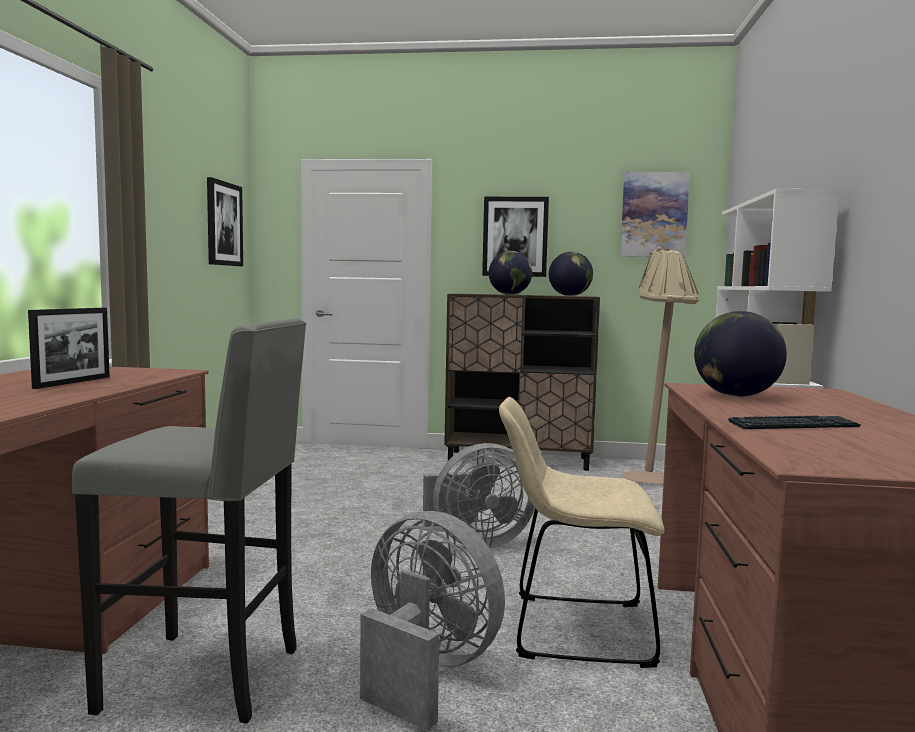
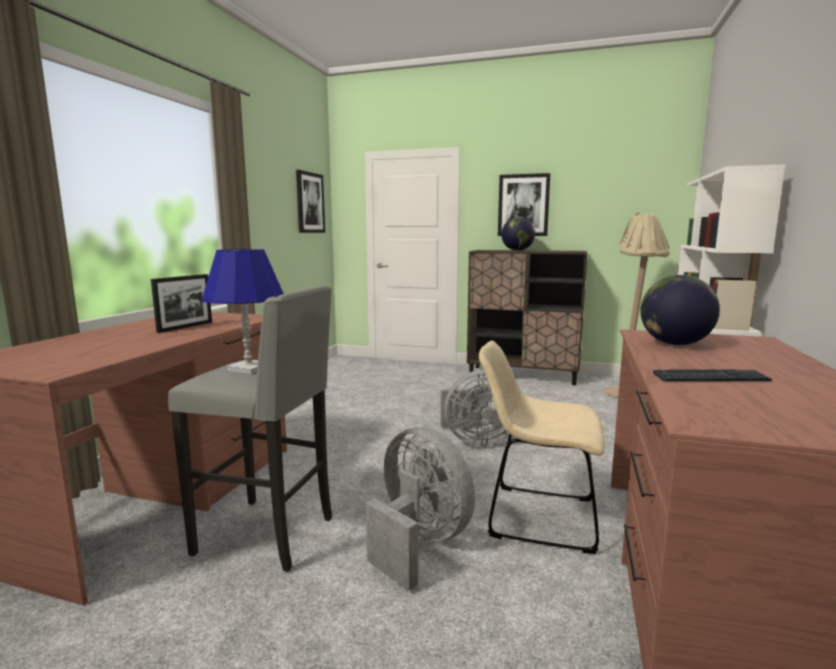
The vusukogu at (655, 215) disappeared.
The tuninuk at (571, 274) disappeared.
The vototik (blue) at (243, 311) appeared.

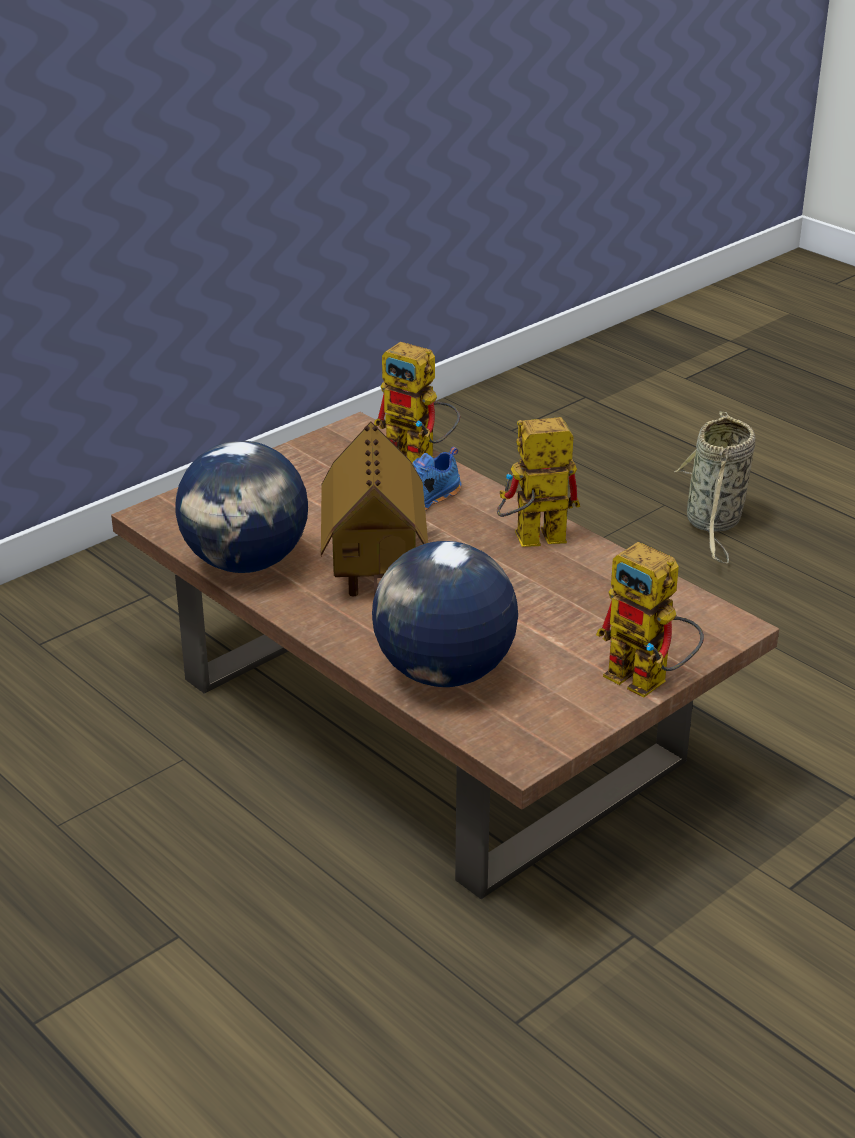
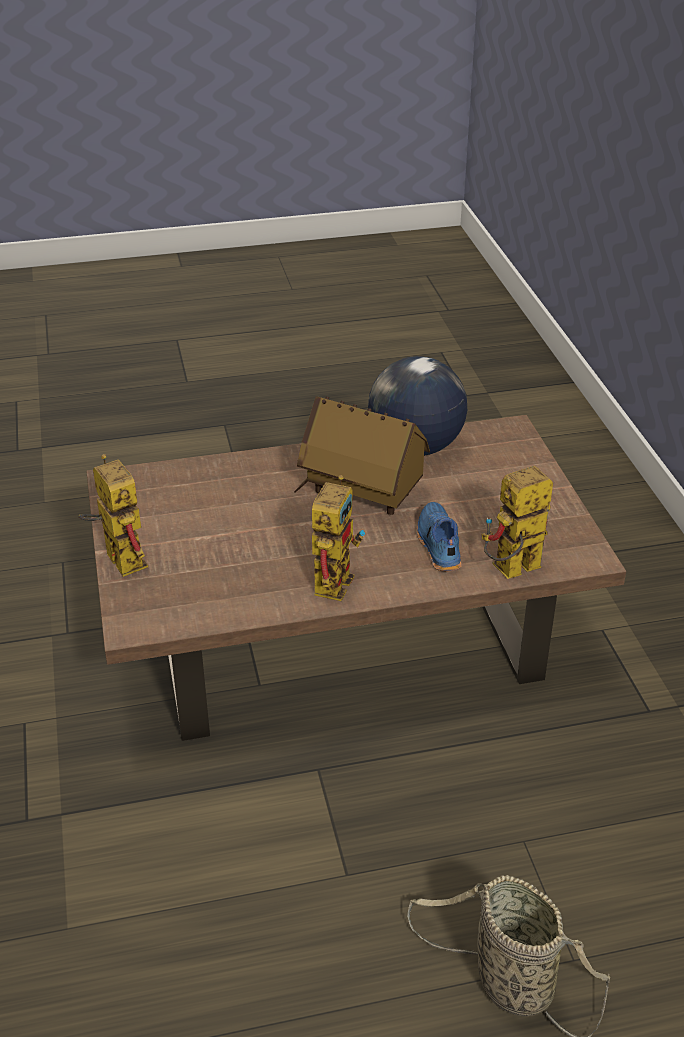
The tuninuk at (445, 614) disappeared.
The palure at (650, 620) turned 75 degrees clockwise.

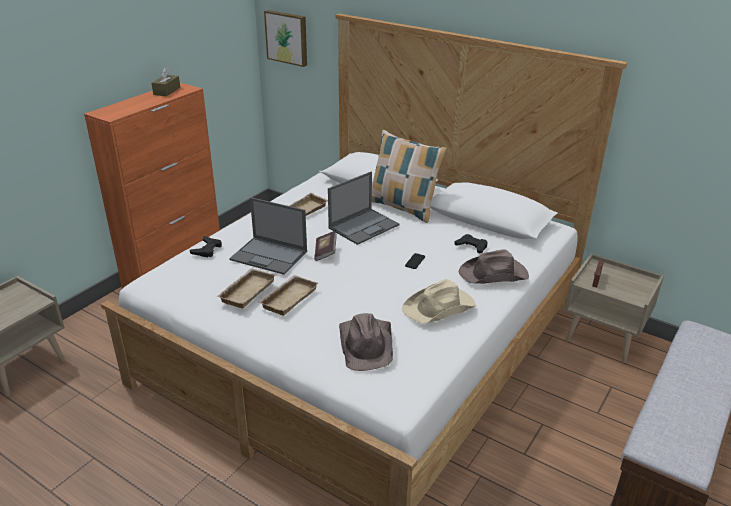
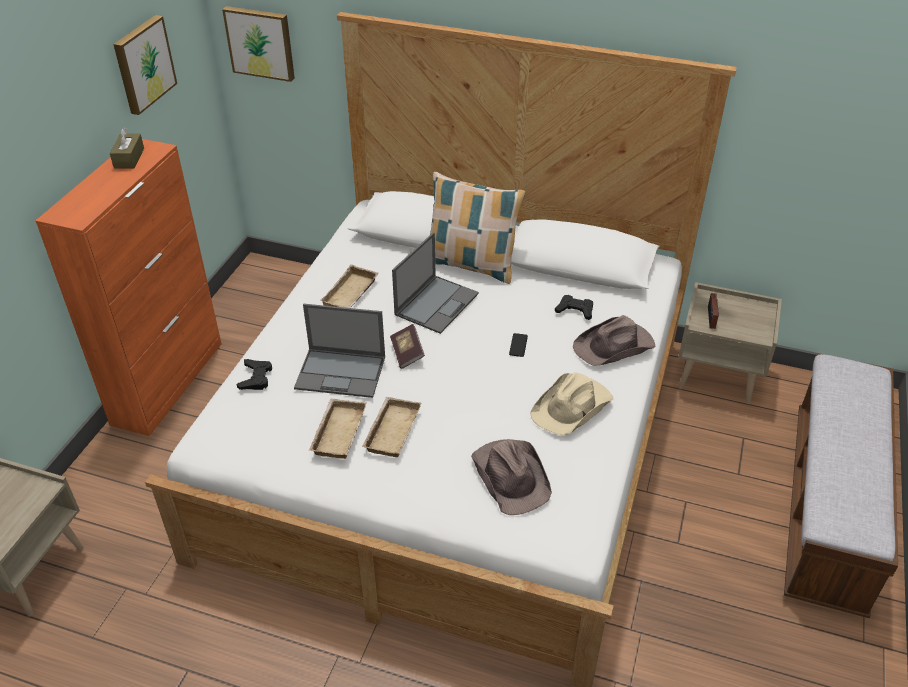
The vusukogu at (145, 65) appeared.

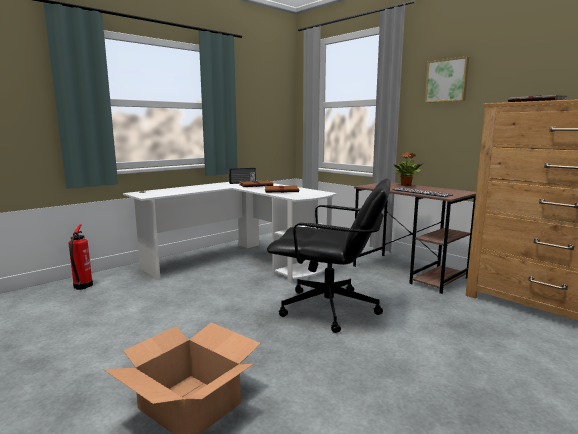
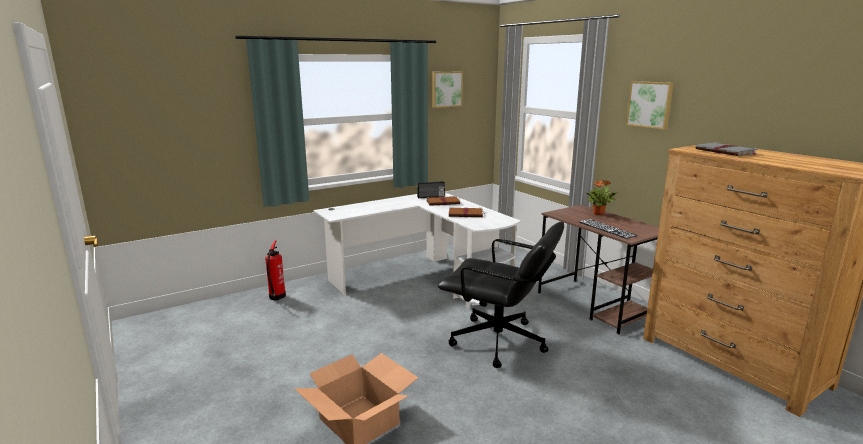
The vusukogu at (447, 90) appeared.

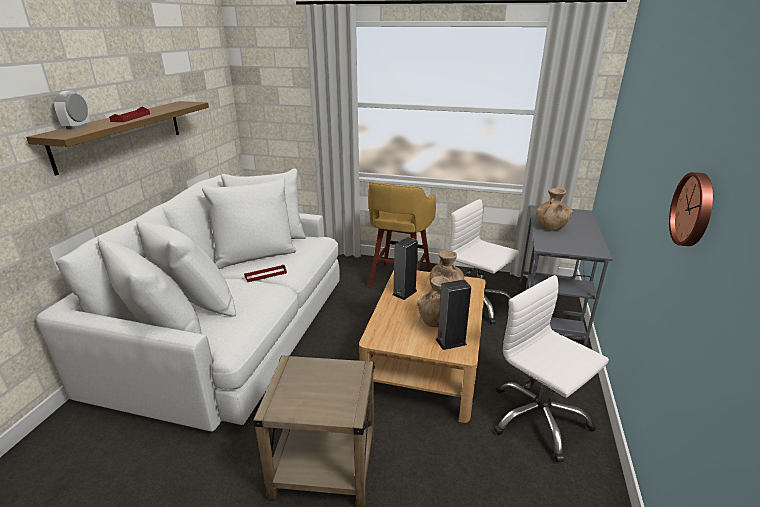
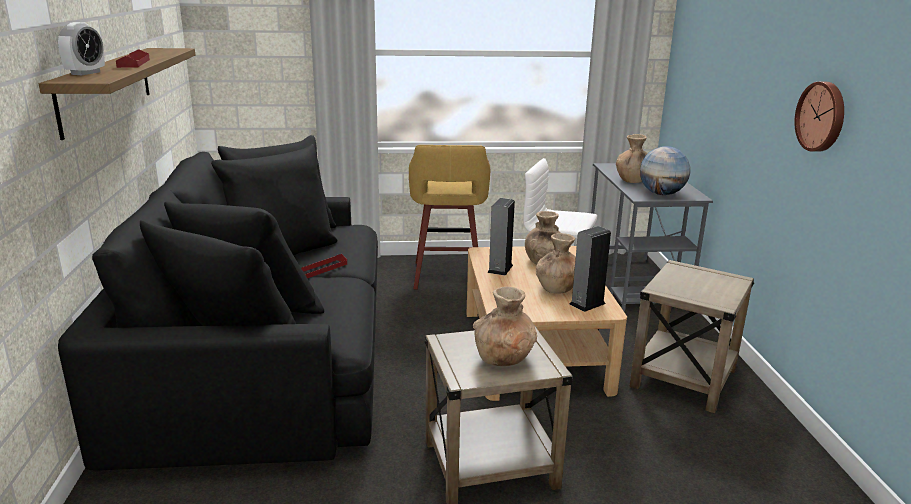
The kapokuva at (72, 110) turned 150 degrees counterclockwise.
The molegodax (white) at (188, 299) became the molegodax (black) at (218, 302).
The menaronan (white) at (551, 368) was replaced by the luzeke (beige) at (692, 336).
The tuninuk at (665, 170) appeared.
The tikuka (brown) at (505, 326) appeared.

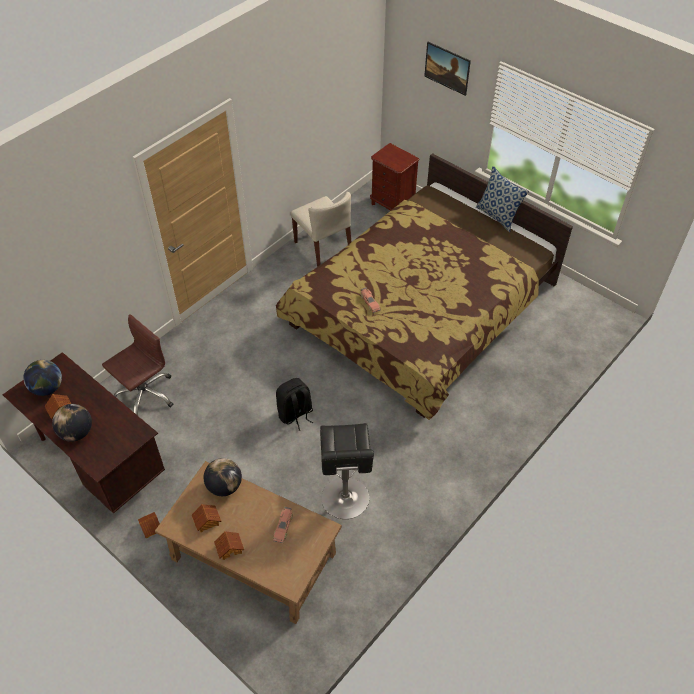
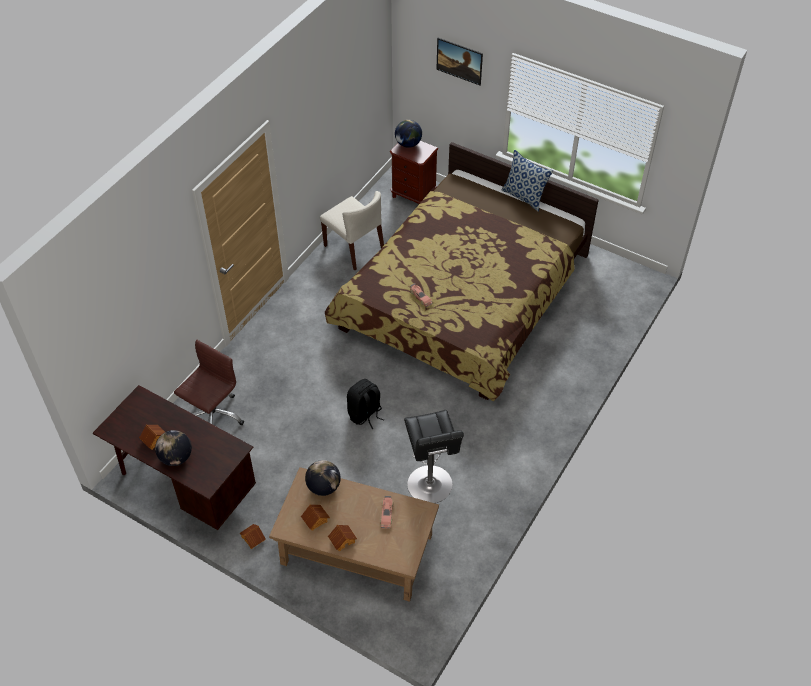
The tuninuk moved from (42, 378) to (408, 134).

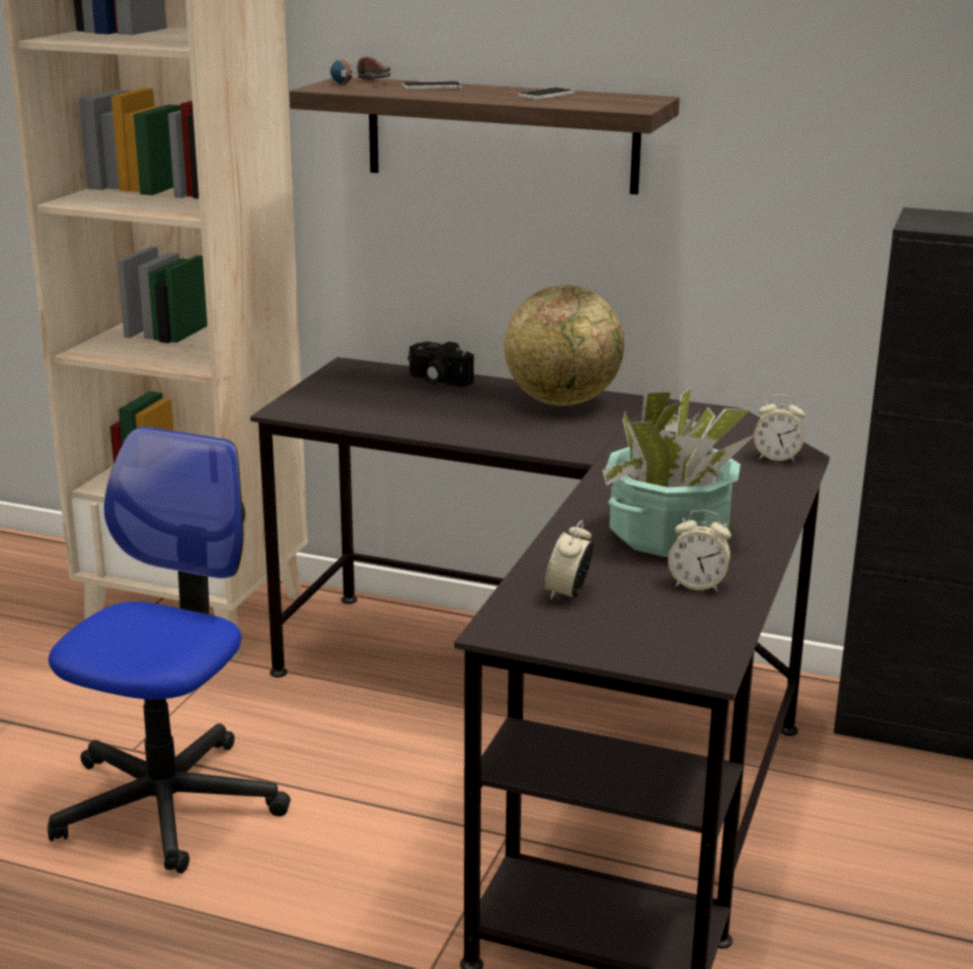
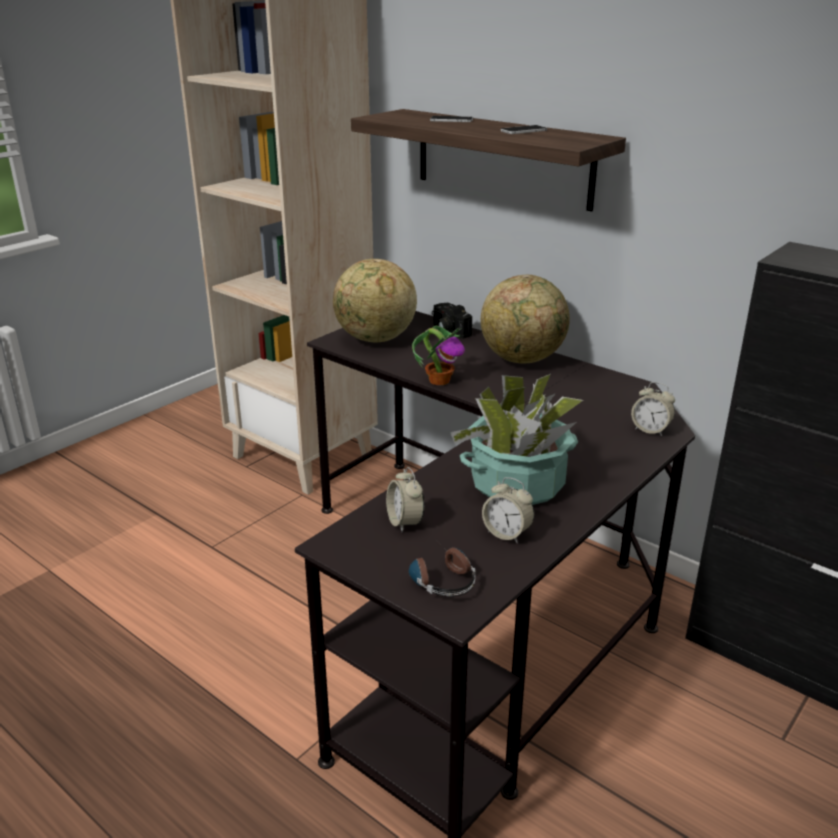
The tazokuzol moved from (360, 70) to (442, 568).
The menaronan at (169, 649) disappeared.
The kapokuva at (569, 560) turned 60 degrees counterclockwise.
The tuninuk at (375, 300) appeared.
The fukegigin at (438, 355) appeared.

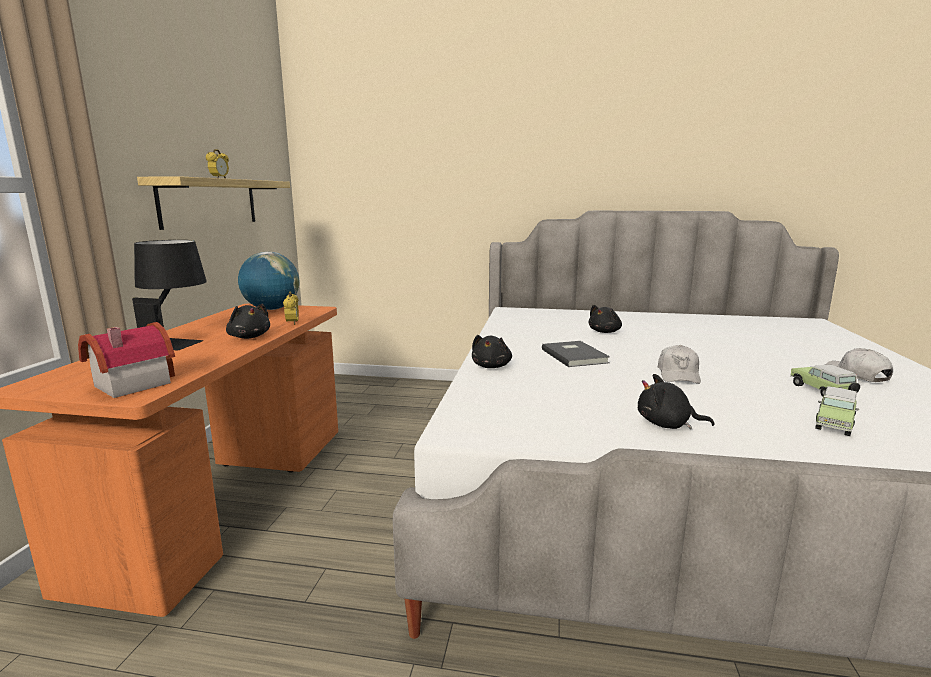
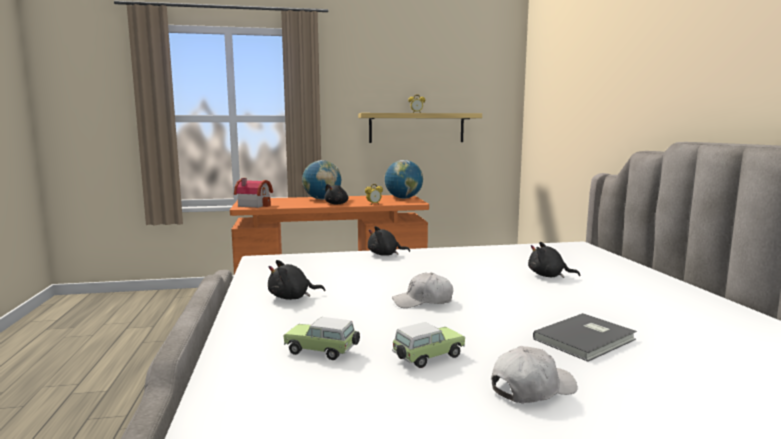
The vototik (black) at (169, 295) was replaced by the tuninuk at (321, 180).
The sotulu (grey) moved from (576, 354) to (585, 337).
The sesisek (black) at (676, 401) turned 105 degrees counterclockwise.

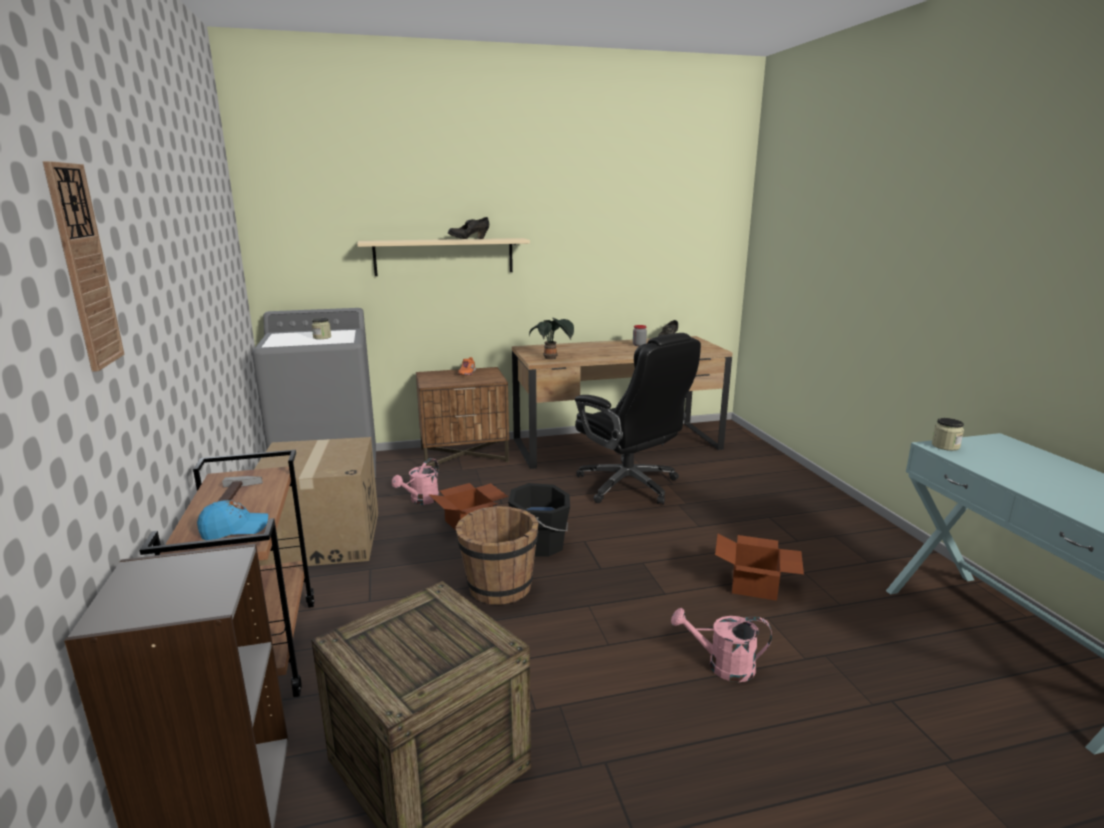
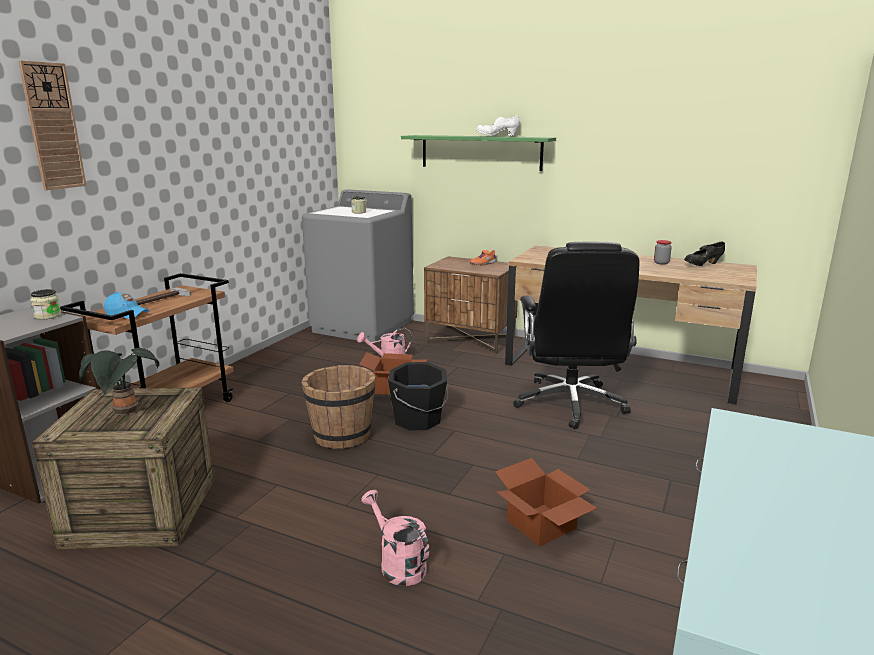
The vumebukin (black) at (468, 228) became the vumebukin (white) at (498, 126).
The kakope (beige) at (443, 257) became the kakope (green) at (478, 153).
The fukegigin moved from (551, 338) to (119, 381).
The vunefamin moved from (948, 434) to (45, 304).
The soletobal at (316, 501) disappeared.

